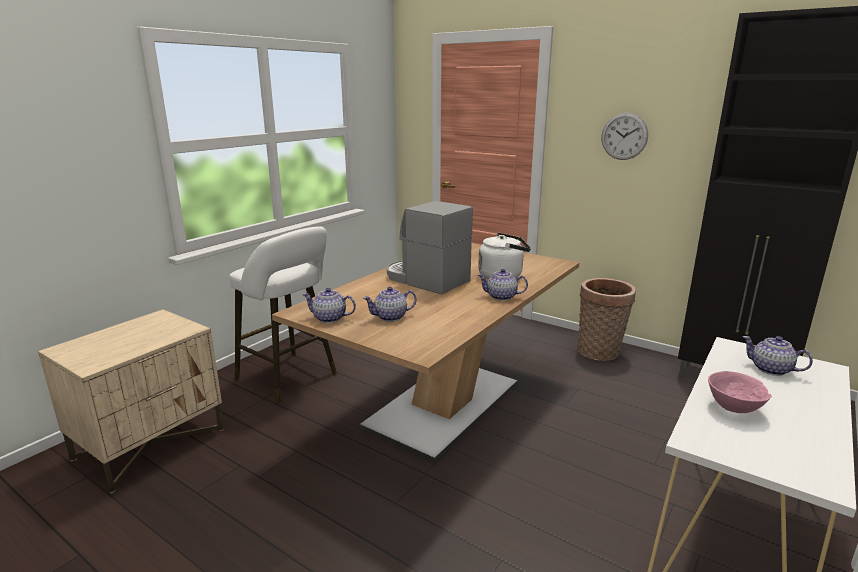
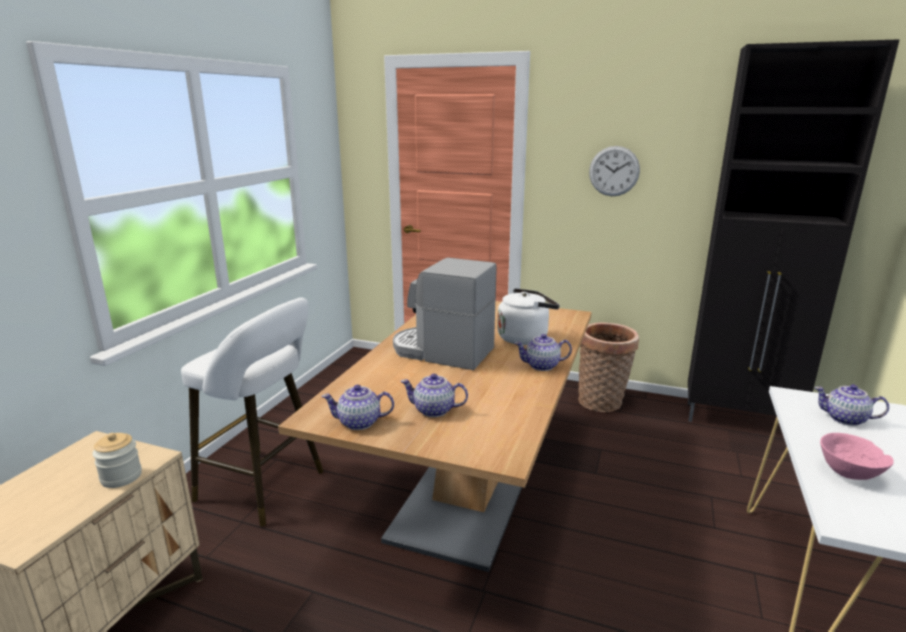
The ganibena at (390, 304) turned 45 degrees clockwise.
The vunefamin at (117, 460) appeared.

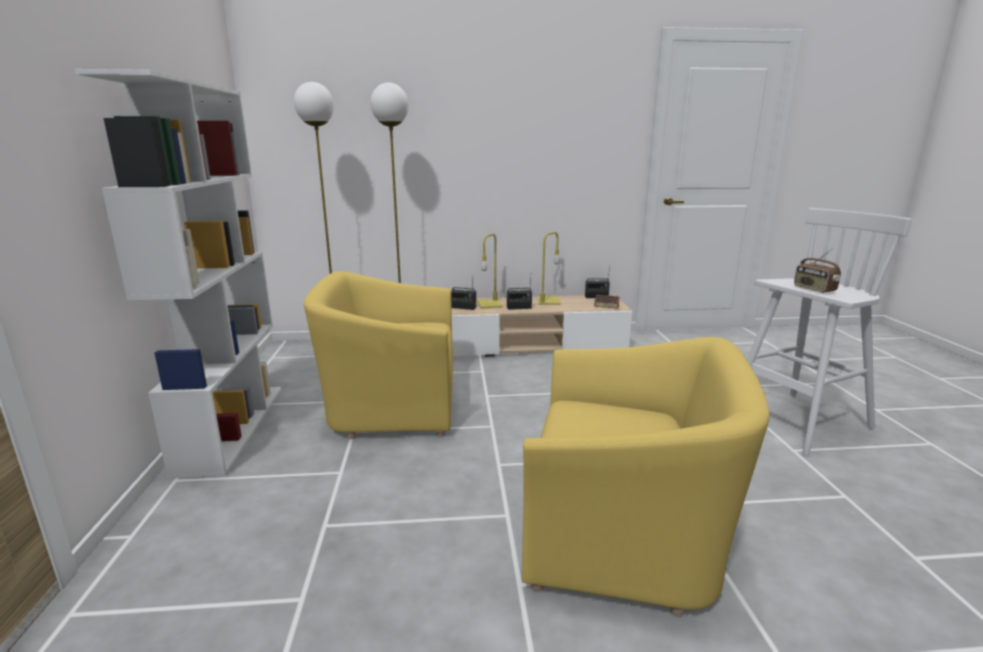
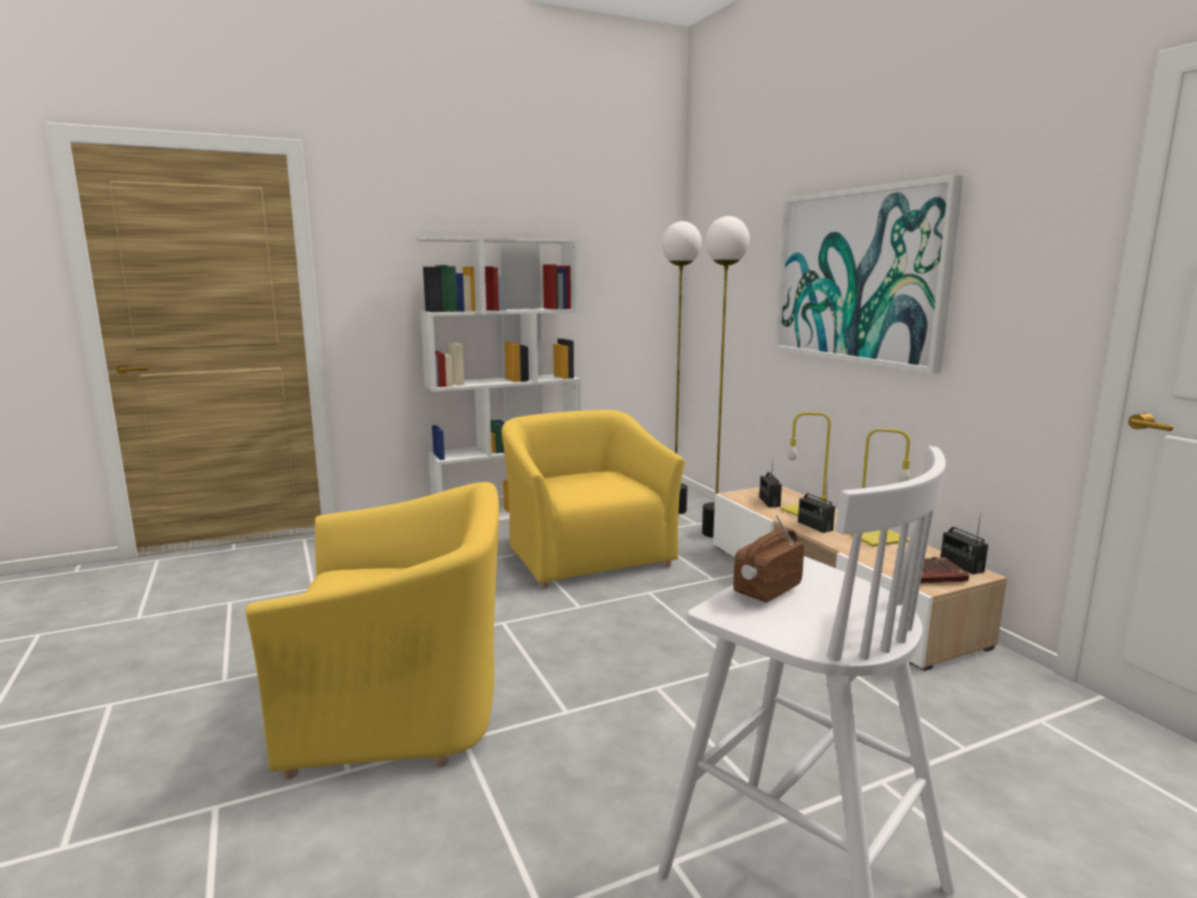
The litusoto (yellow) at (646, 477) turned 90 degrees counterclockwise.
The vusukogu at (869, 274) appeared.

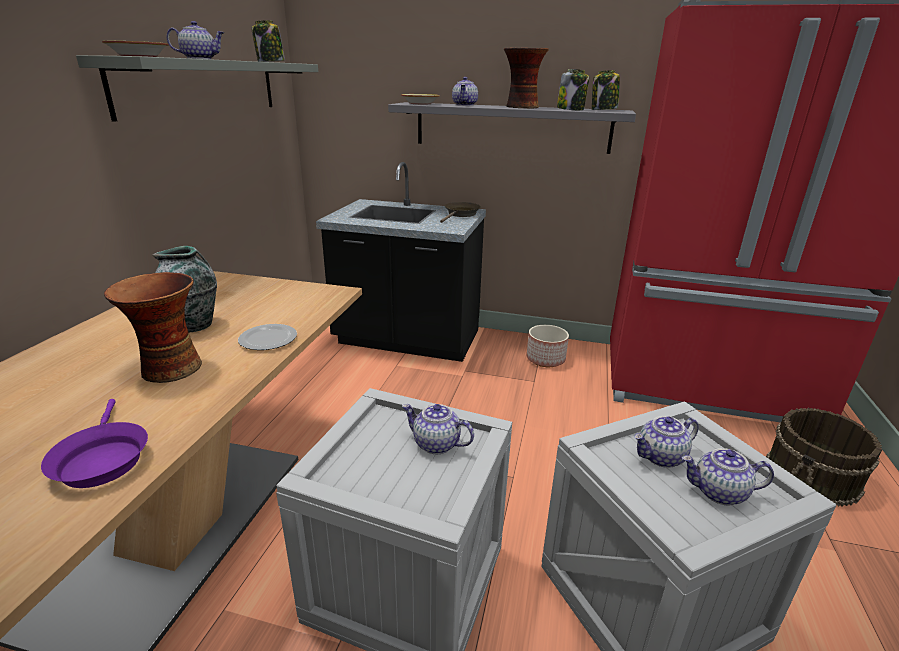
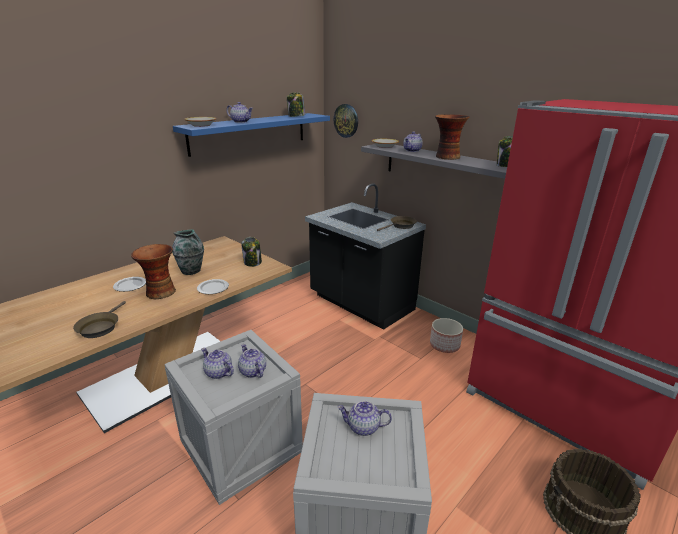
The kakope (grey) at (197, 88) became the kakope (blue) at (251, 135).
The vunefamin moved from (573, 89) to (251, 252).
The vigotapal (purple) at (94, 443) became the vigotapal (brown) at (99, 319).
The ganibena moved from (728, 476) to (217, 363).
The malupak at (346, 121) appeared.
The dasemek at (129, 284) appeared.

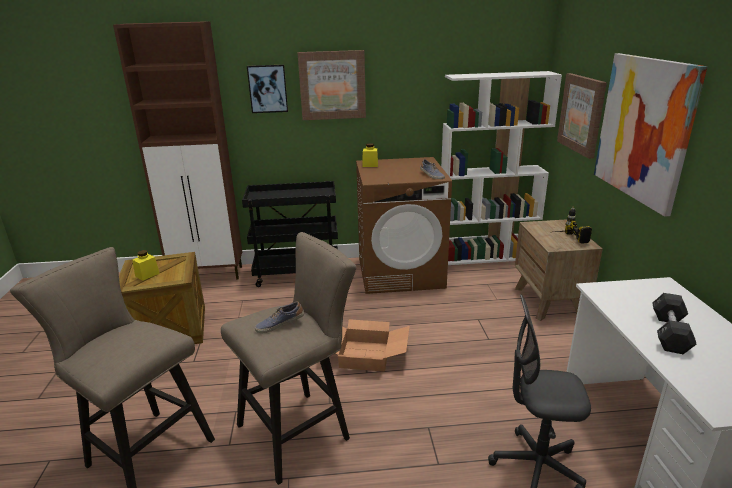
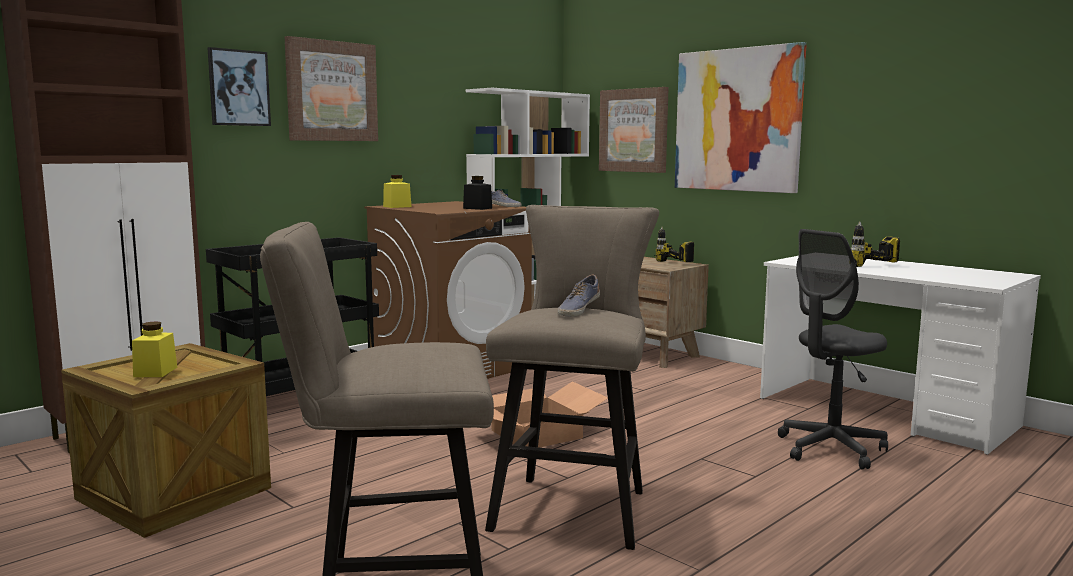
The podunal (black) at (675, 323) was replaced by the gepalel at (875, 244).
The vunefamin (black) at (477, 193) appeared.

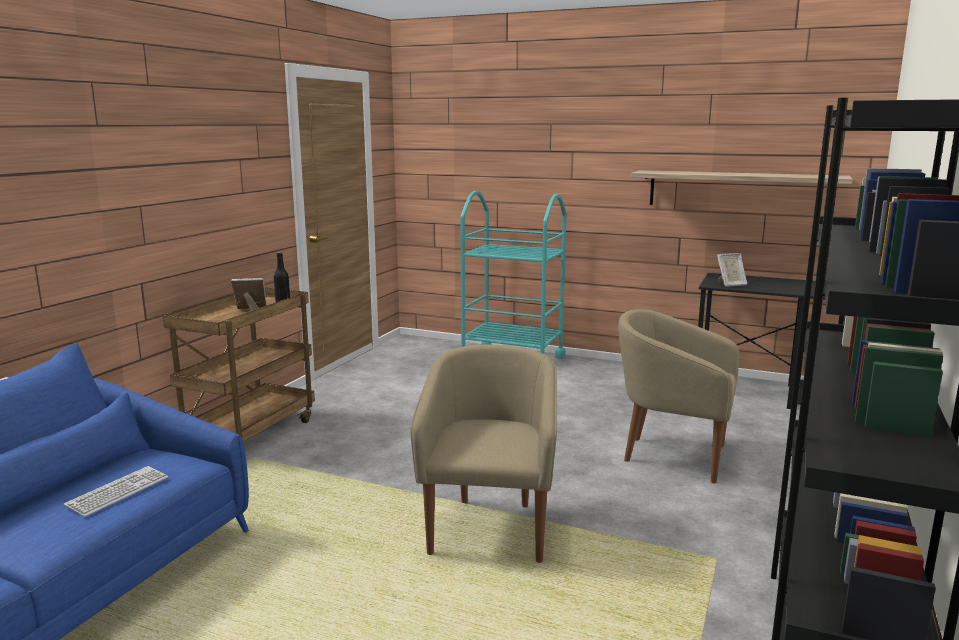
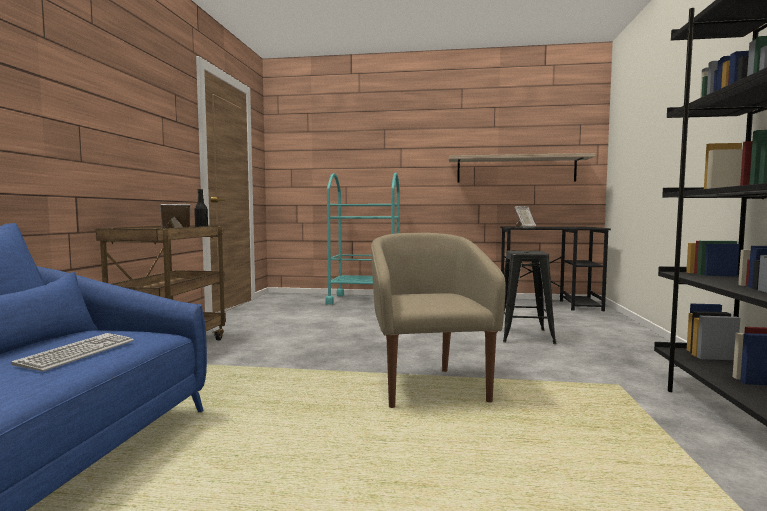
The litusoto (beige) at (678, 396) was replaced by the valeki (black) at (530, 297).

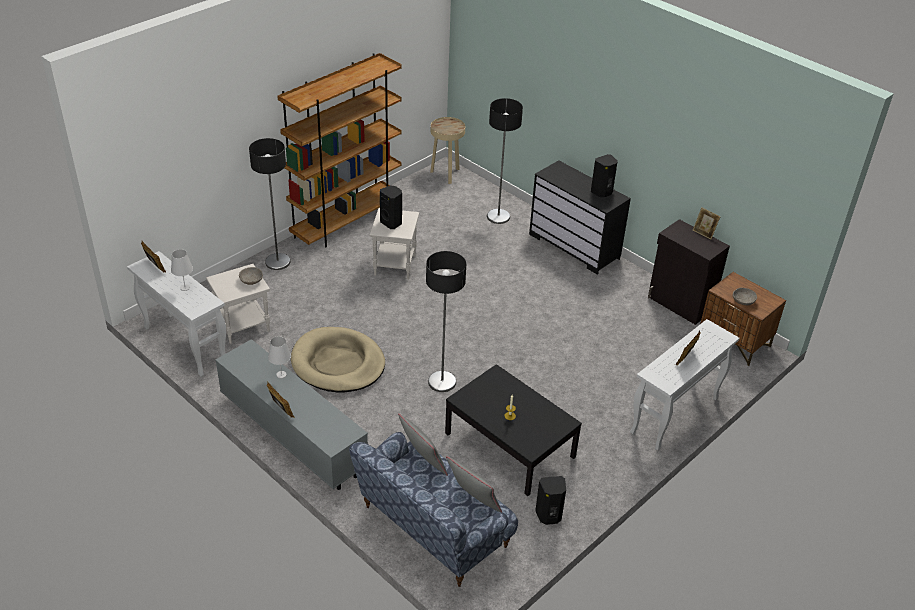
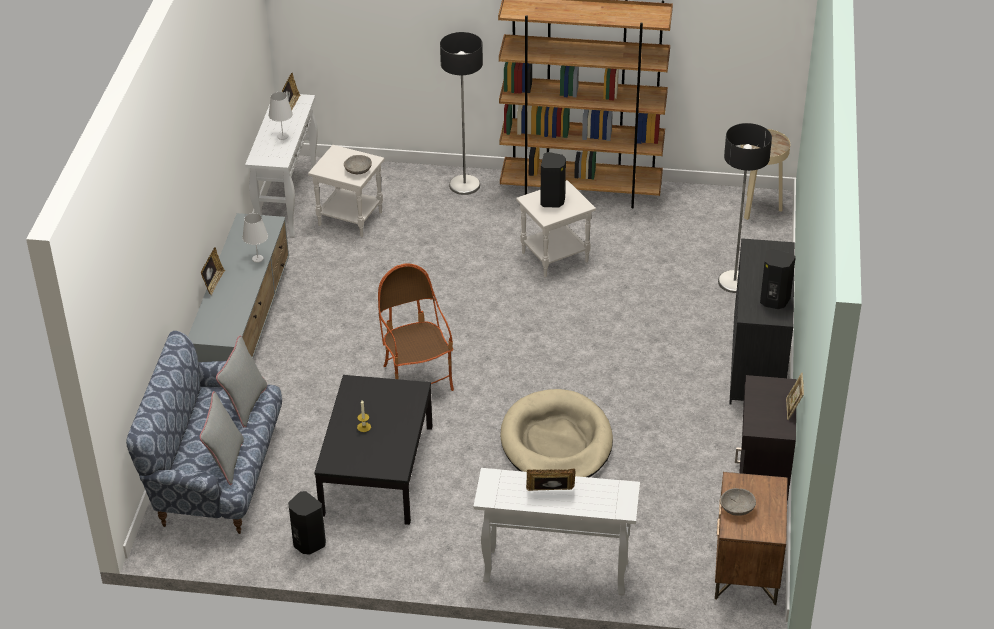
The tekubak at (446, 321) was replaced by the litusoto at (416, 327).
The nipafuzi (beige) moved from (338, 360) to (556, 433).

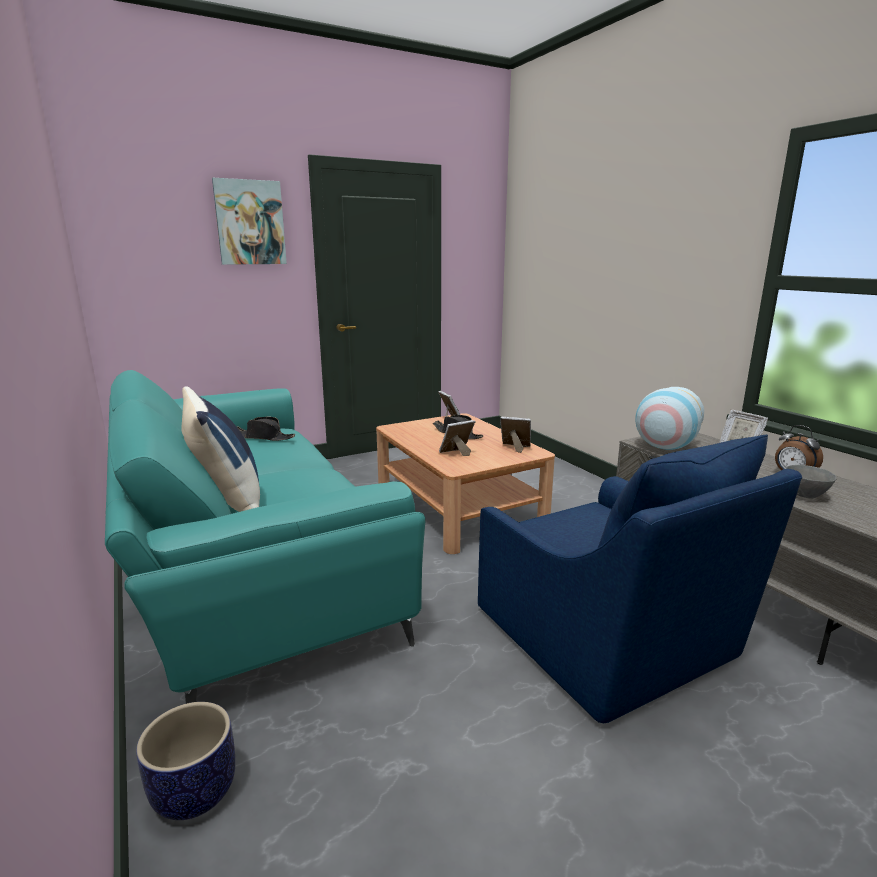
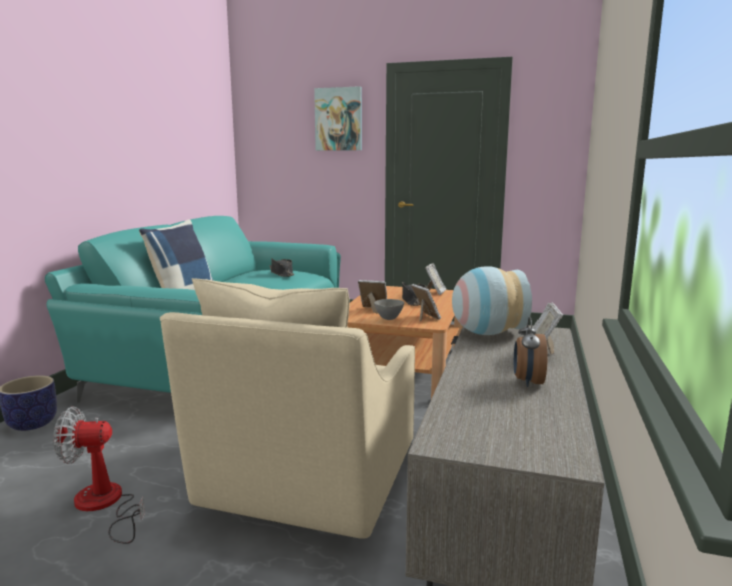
The litusoto (blue) at (640, 579) became the litusoto (beige) at (287, 408).
The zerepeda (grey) moved from (811, 481) to (389, 309).
The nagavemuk at (99, 475) appeared.

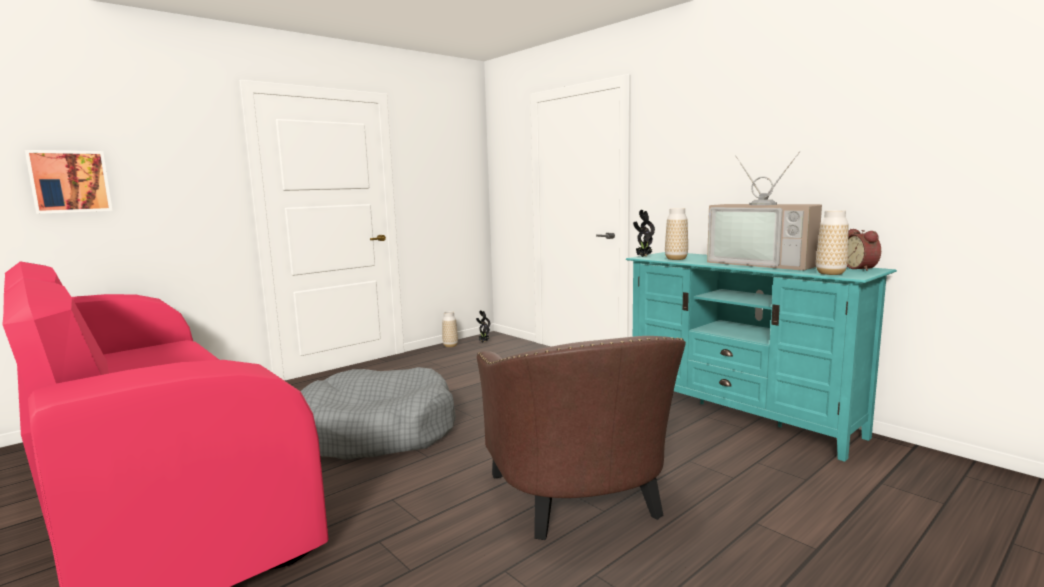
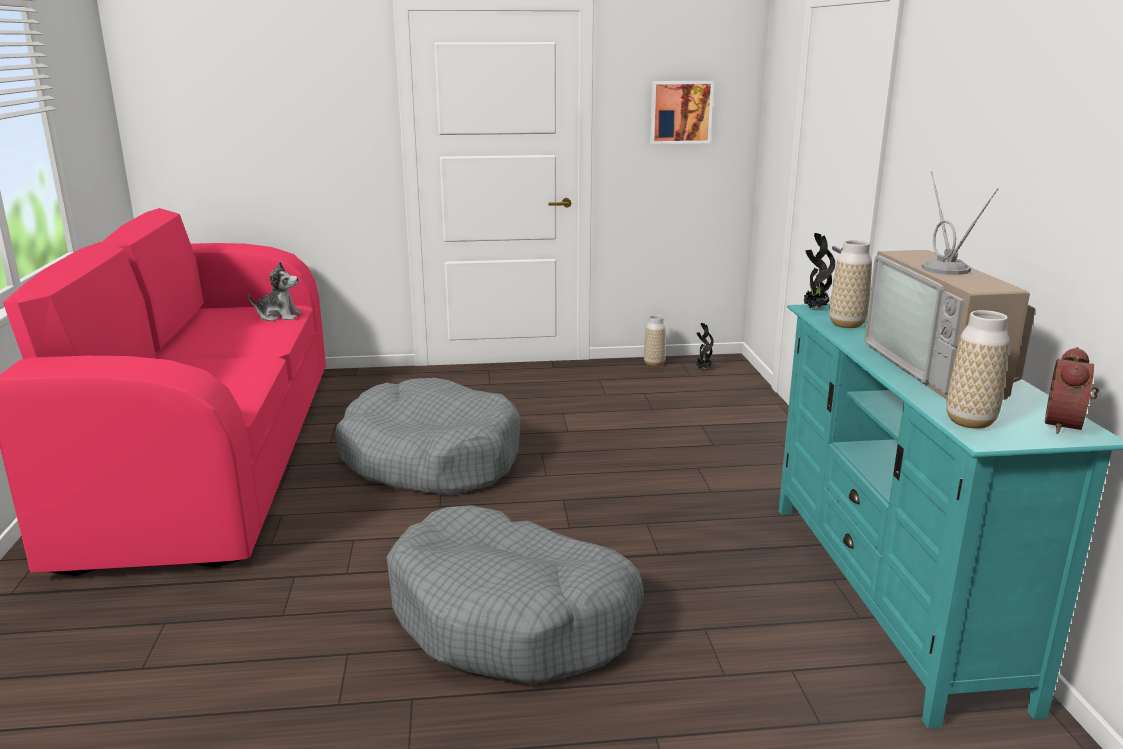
The vusukogu moved from (69, 182) to (682, 112).
The litusoto (brown) at (581, 438) was replaced by the nipafuzi (grey) at (515, 594).
The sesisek at (275, 291) appeared.

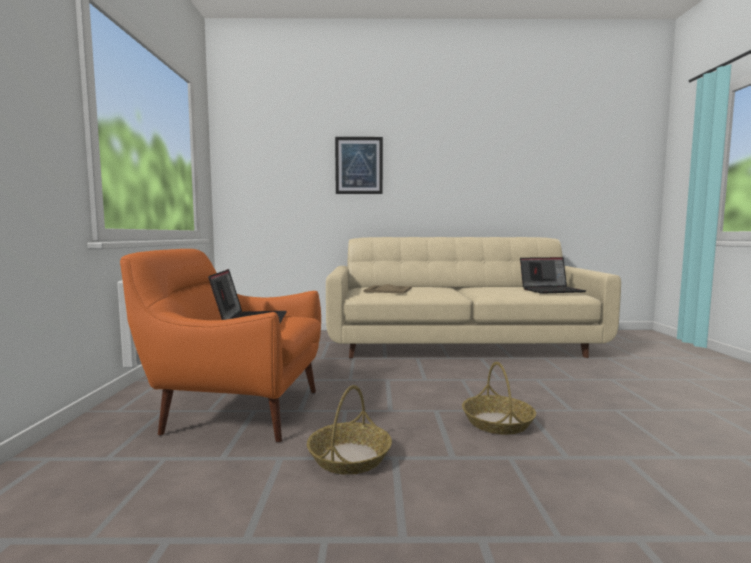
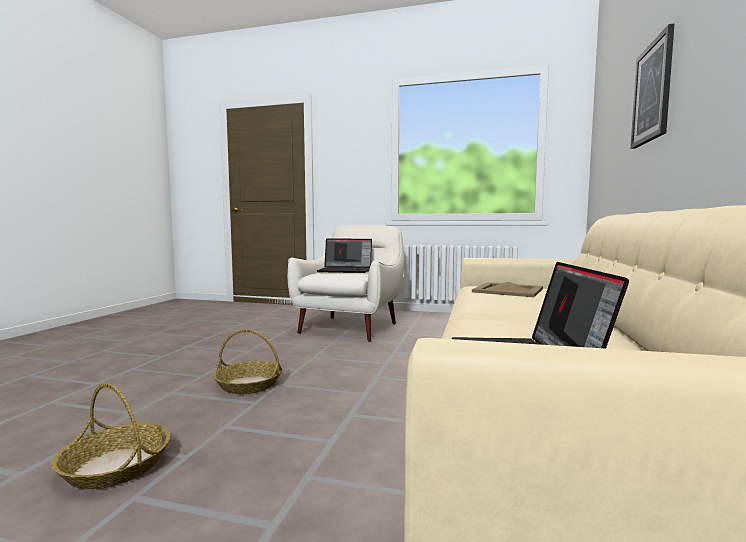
The litusoto (orange) at (220, 346) became the litusoto (white) at (346, 283).
The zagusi moved from (349, 430) to (111, 436).

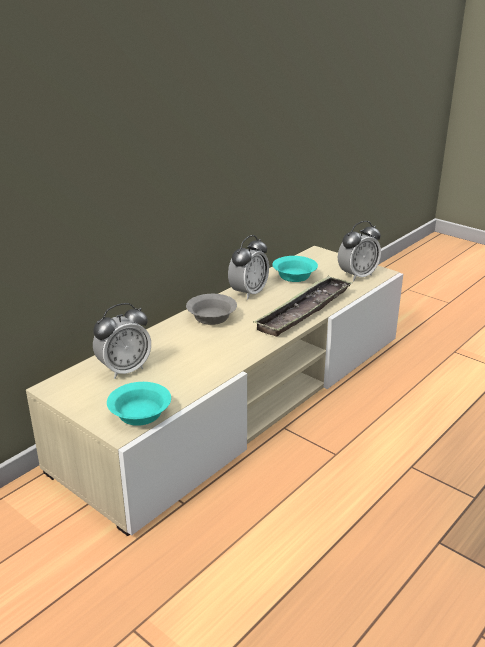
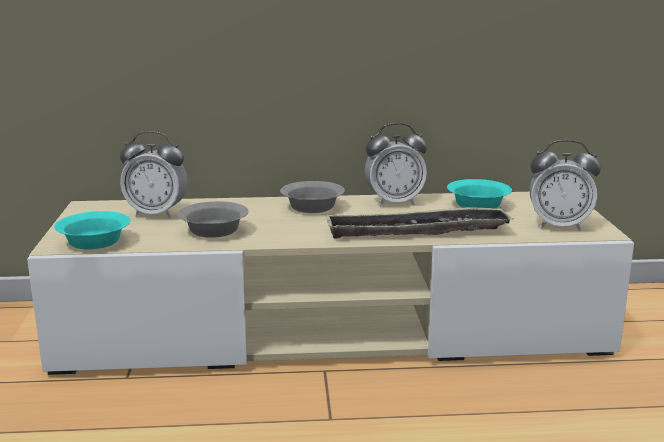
The zerepeda (grey) at (213, 219) appeared.

